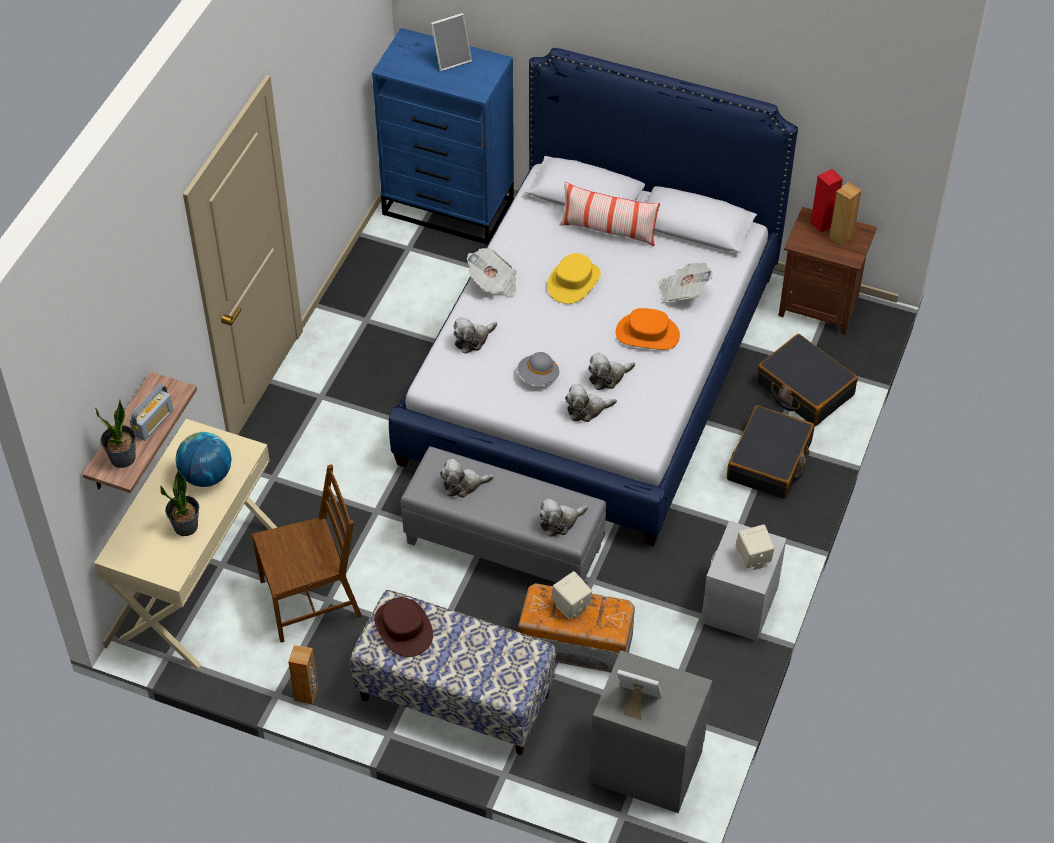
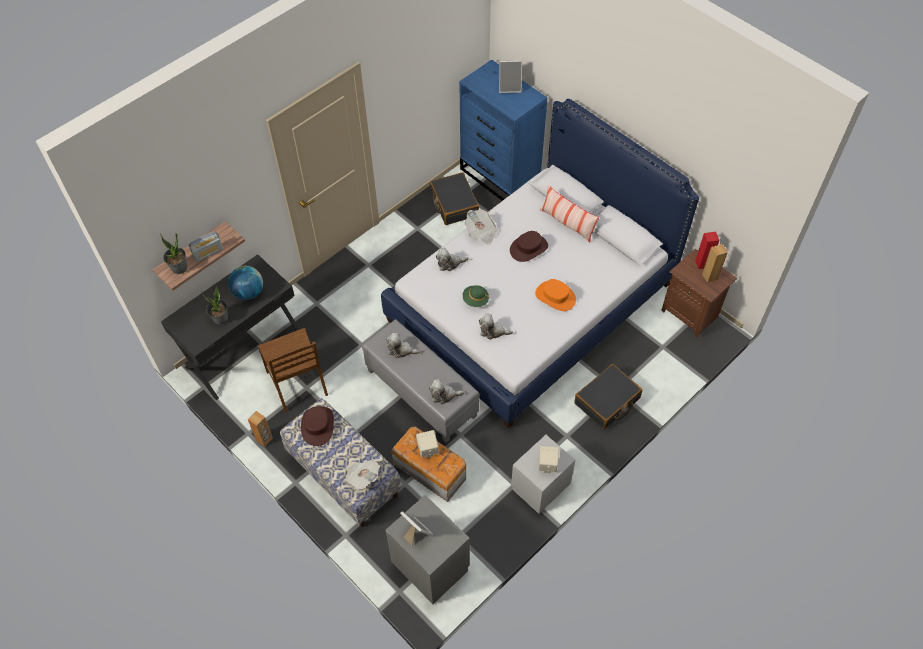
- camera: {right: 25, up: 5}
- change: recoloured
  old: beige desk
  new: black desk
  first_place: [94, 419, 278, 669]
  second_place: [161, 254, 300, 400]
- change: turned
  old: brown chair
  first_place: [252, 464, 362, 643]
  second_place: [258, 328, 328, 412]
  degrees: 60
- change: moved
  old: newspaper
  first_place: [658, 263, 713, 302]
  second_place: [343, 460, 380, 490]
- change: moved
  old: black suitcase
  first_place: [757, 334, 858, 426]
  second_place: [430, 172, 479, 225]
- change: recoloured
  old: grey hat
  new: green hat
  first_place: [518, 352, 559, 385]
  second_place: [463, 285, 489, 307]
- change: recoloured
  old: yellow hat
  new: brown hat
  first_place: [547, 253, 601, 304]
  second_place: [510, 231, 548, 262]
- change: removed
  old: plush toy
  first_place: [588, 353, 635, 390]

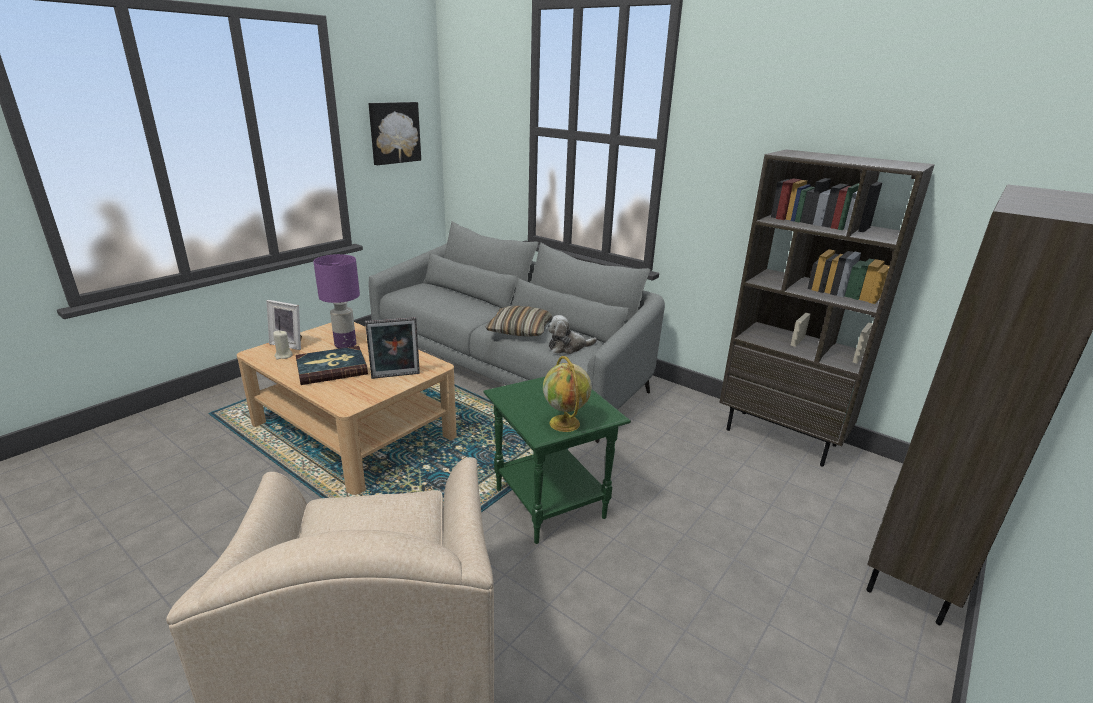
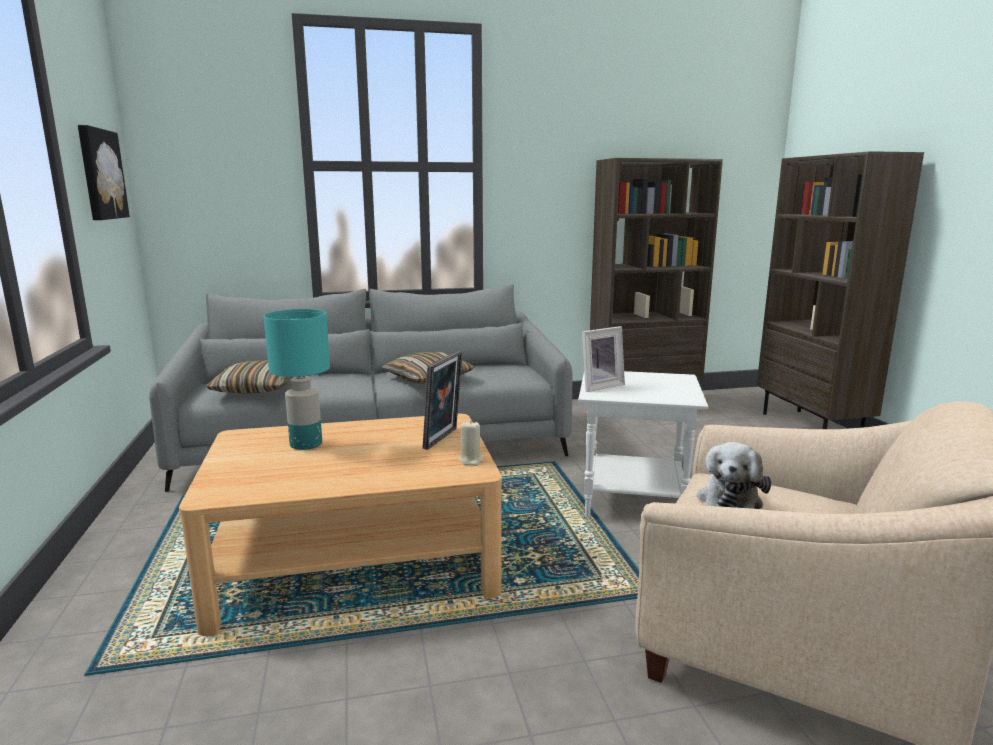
- camera: {right: -50, up: -10}
- change: added
  new: pillow
  second_place: [206, 360, 292, 393]
- change: recoloured
  old: purple table lamp
  new: turquoise table lamp
  first_place: [313, 254, 360, 349]
  second_place: [264, 309, 330, 450]
- change: moved
  old: beige candle
  first_place: [273, 330, 293, 359]
  second_place: [459, 420, 484, 466]
- change: recoloured
  old: green side table
  new: white side table
  first_place: [483, 377, 631, 544]
  second_place: [578, 371, 708, 517]
- change: moved
  old: picture frame
  first_place: [266, 300, 302, 350]
  second_place: [582, 326, 625, 392]
- change: moved
  old: plush toy
  first_place: [547, 315, 597, 354]
  second_place: [697, 442, 771, 509]
- change: removed
  old: book
  first_place: [296, 346, 368, 385]
- change: removed
  old: globe
  first_place: [543, 356, 592, 432]

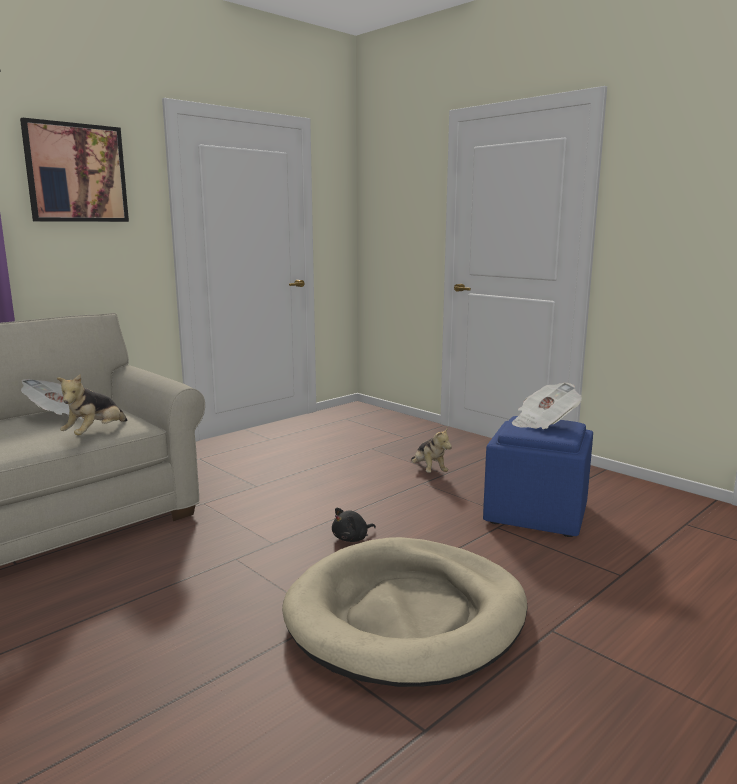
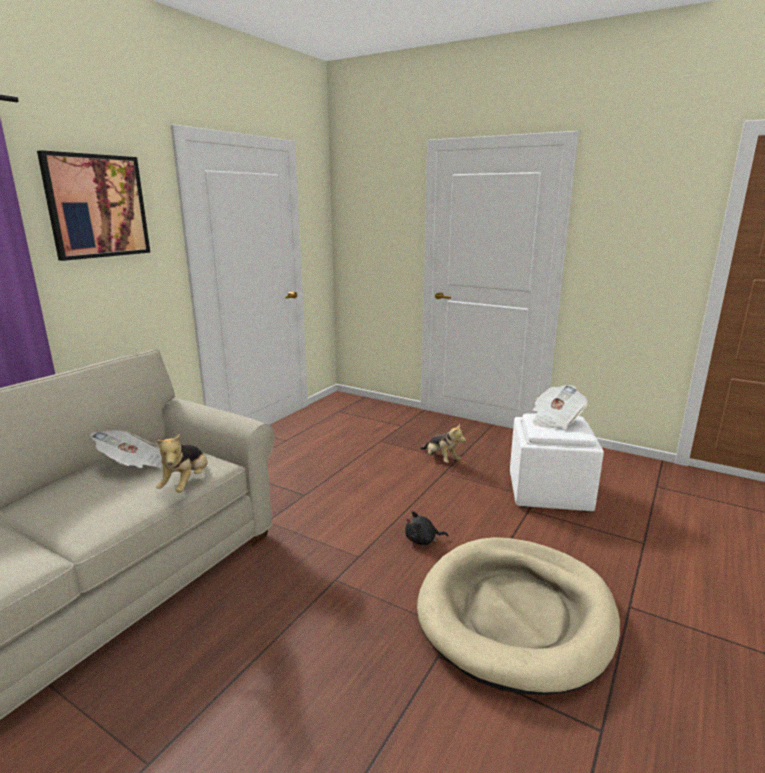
- camera: {right: -15, up: 5}
- change: turned
  old: black plush toy
  first_place: [332, 508, 376, 542]
  second_place: [405, 511, 448, 545]
  degrees: 45
- change: recoloured
  old: blue ottoman
  new: white ottoman
  first_place: [483, 416, 593, 537]
  second_place: [510, 413, 604, 512]

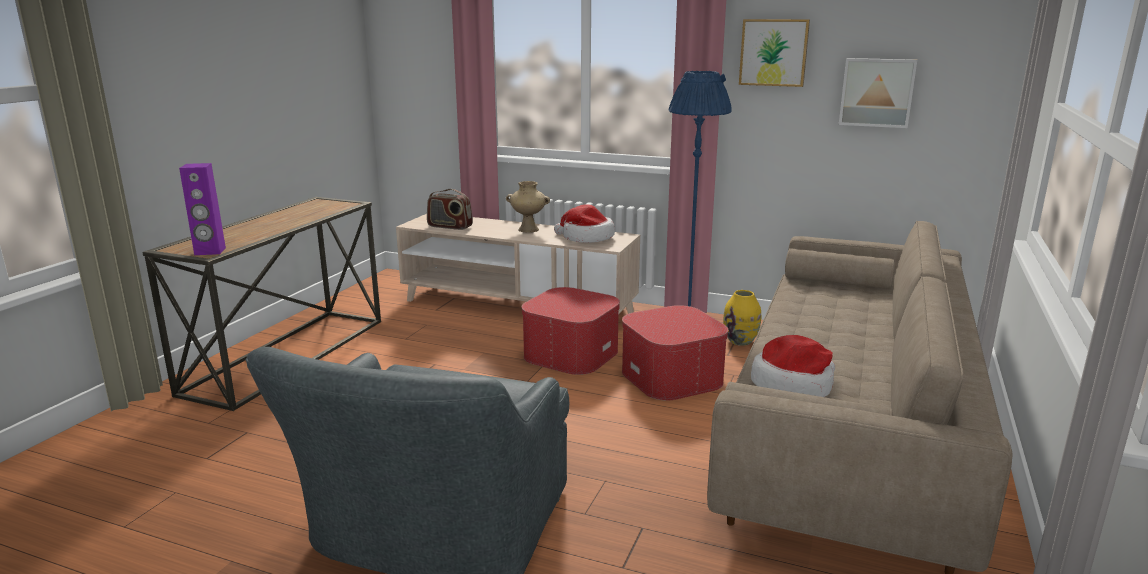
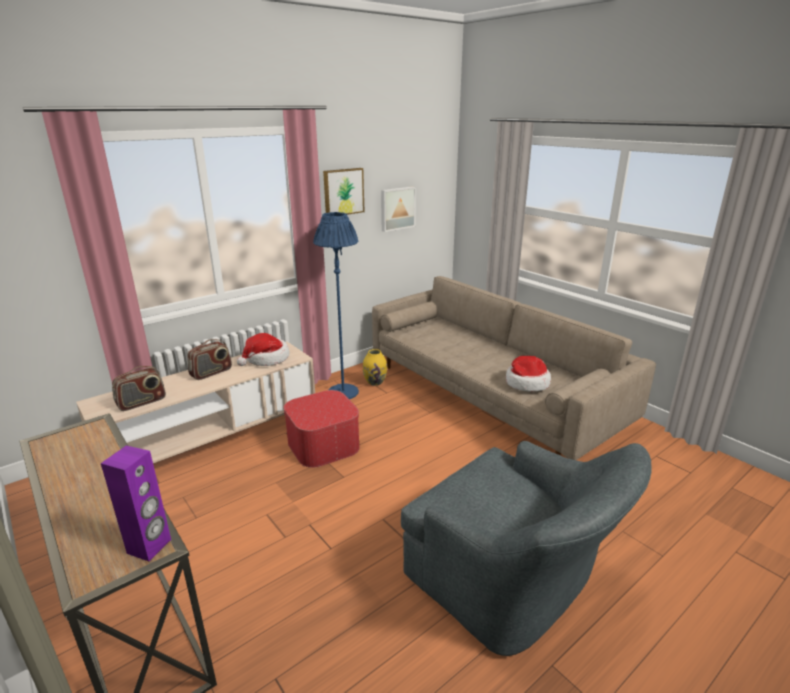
- camera: {right: -60, up: 5}
- change: replaced
  old: beige vase
  new: radio
  first_place: [506, 181, 550, 233]
  second_place: [187, 339, 232, 380]
- change: removed
  old: ottoman
  first_place: [622, 305, 728, 400]

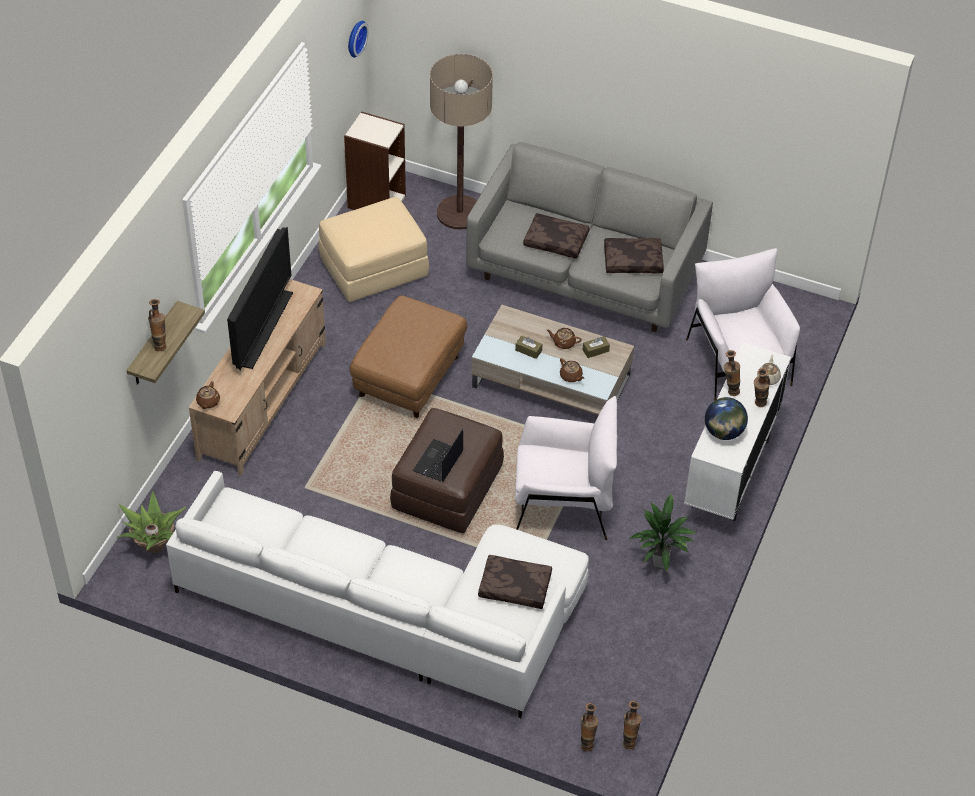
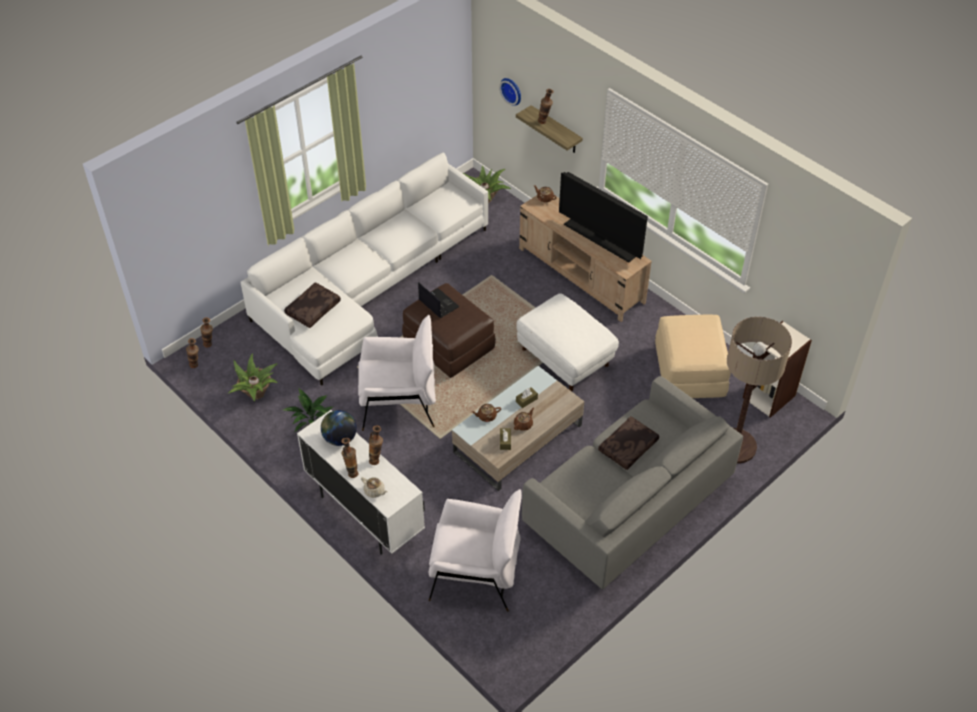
- camera: {right: 115, up: 0}
- change: added
  new: potted plant
  second_place: [228, 354, 278, 402]
- change: turned
  old: white armchair
  first_place: [515, 396, 618, 540]
  second_place: [358, 315, 436, 431]
  degrees: -120
- change: moved
  old: wall clock
  first_place: [348, 21, 369, 58]
  second_place: [499, 78, 521, 106]
- change: recoloured
  old: brown ottoman
  new: white ottoman
  first_place: [350, 295, 467, 418]
  second_place: [516, 293, 619, 391]
- change: removed
  old: brown pillow
  first_place: [604, 238, 664, 273]

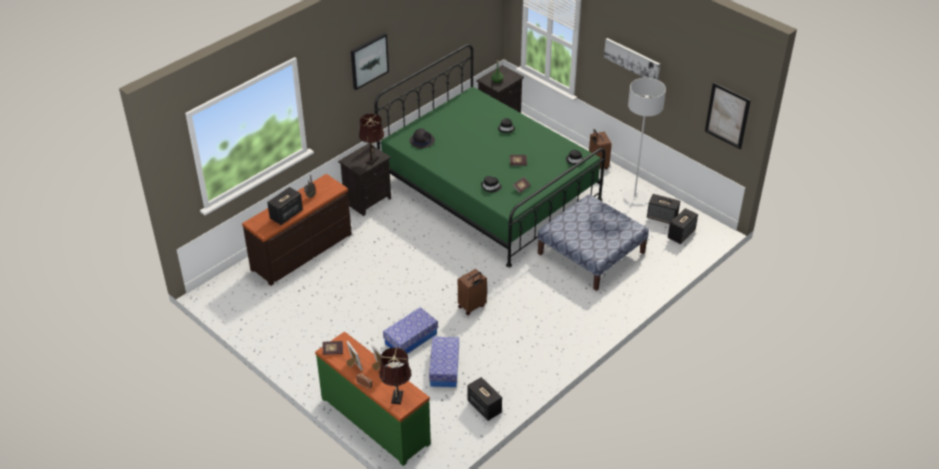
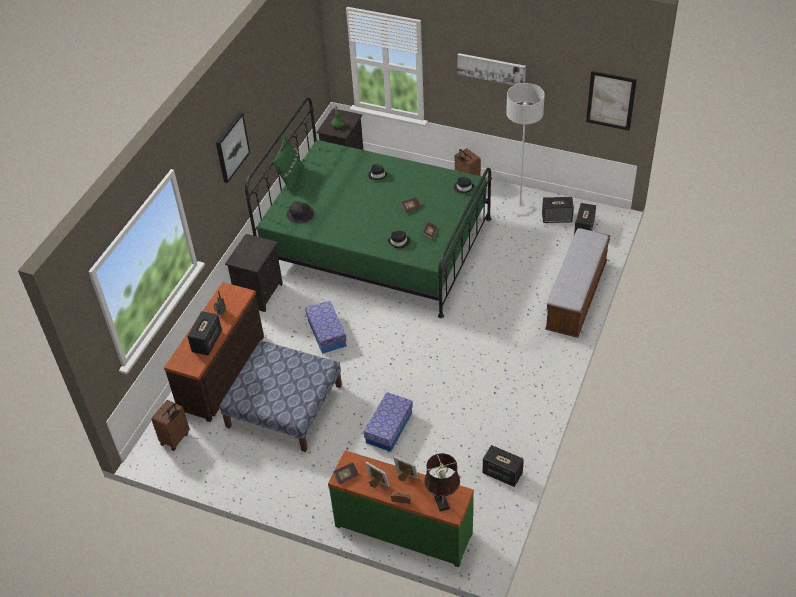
- camera: {right: -20, up: 5}
- change: moved
  old: brown suitcase
  first_place: [458, 269, 487, 315]
  second_place: [151, 400, 190, 451]
- change: moved
  old: ottoman
  first_place: [538, 194, 649, 291]
  second_place: [220, 340, 342, 452]
- change: added
  new: green pillow
  second_place: [273, 135, 304, 195]
- change: moved
  old: storage box
  first_place: [429, 337, 459, 387]
  second_place: [305, 301, 347, 354]
- change: added
  new: bench
  second_place: [545, 228, 610, 338]
- change: removed
  old: brown table lamp
  first_place: [359, 113, 384, 165]

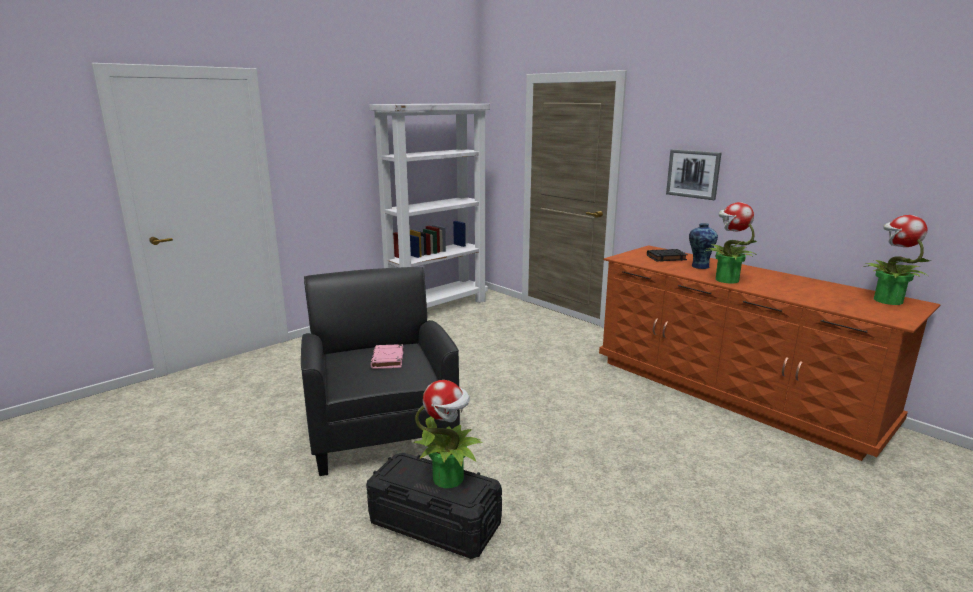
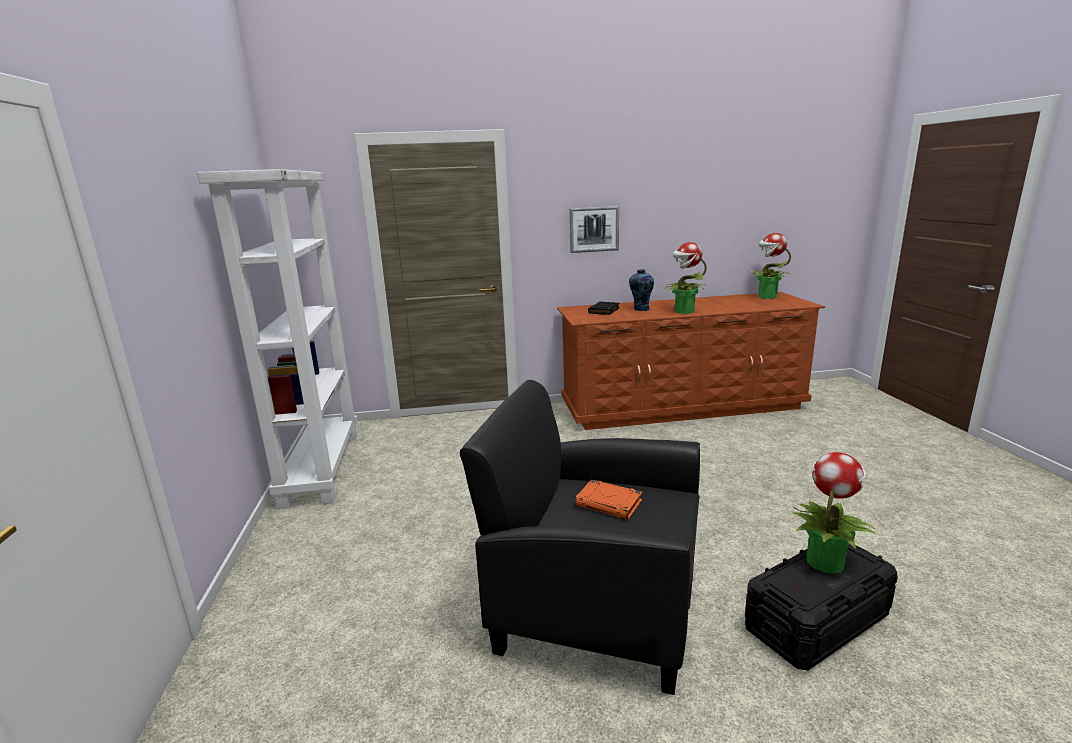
- camera: {right: -55, up: 0}
- change: recoloured
  old: pink book
  new: orange book
  first_place: [371, 344, 403, 369]
  second_place: [575, 480, 642, 520]

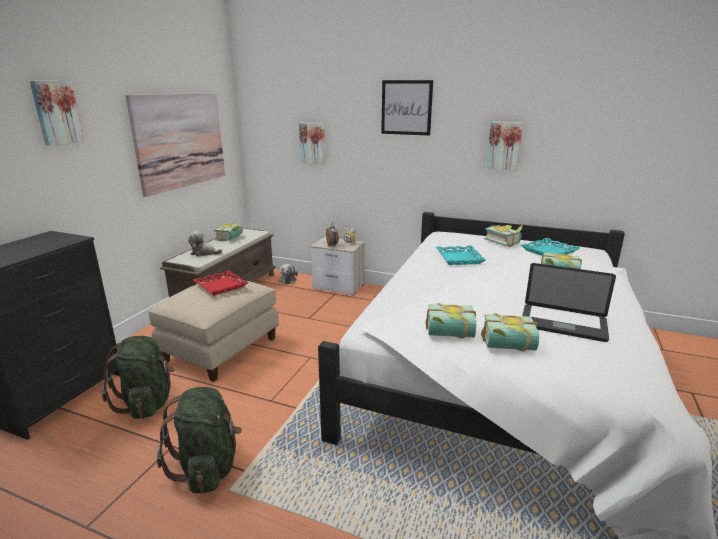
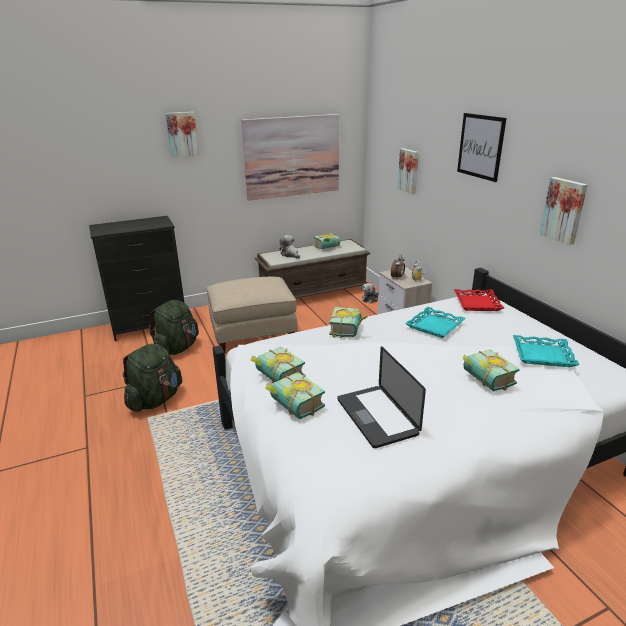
- camera: {right: 45, up: 5}
- change: moved
  old: book
  first_place: [484, 225, 523, 247]
  second_place: [329, 306, 367, 338]
- change: moved
  old: red tray
  first_place: [193, 270, 249, 296]
  second_place: [454, 289, 504, 311]

